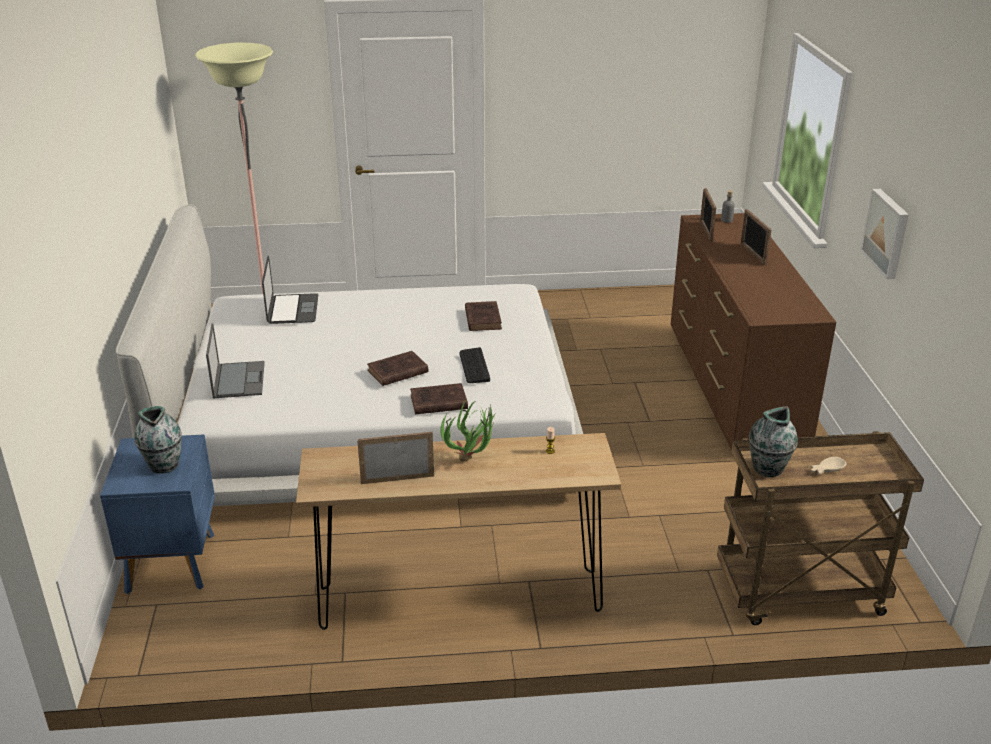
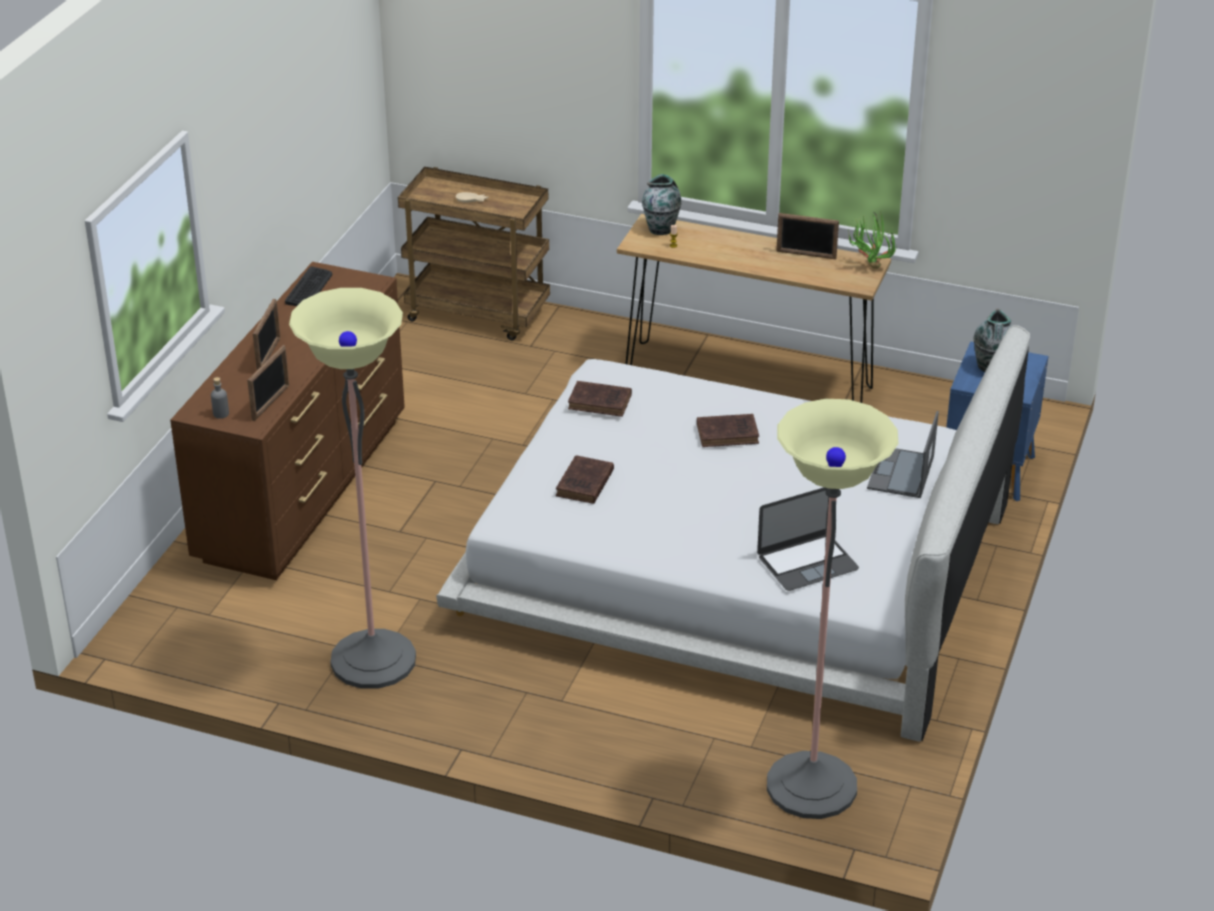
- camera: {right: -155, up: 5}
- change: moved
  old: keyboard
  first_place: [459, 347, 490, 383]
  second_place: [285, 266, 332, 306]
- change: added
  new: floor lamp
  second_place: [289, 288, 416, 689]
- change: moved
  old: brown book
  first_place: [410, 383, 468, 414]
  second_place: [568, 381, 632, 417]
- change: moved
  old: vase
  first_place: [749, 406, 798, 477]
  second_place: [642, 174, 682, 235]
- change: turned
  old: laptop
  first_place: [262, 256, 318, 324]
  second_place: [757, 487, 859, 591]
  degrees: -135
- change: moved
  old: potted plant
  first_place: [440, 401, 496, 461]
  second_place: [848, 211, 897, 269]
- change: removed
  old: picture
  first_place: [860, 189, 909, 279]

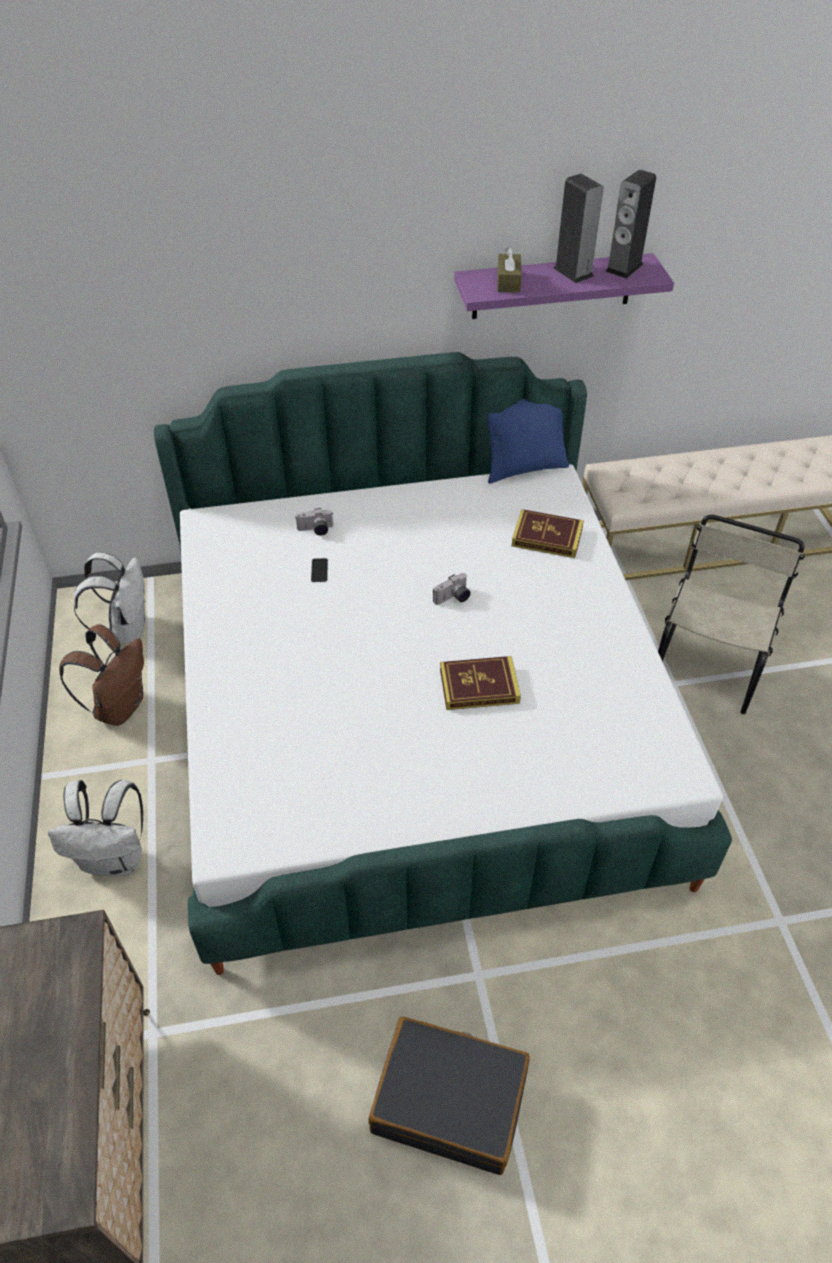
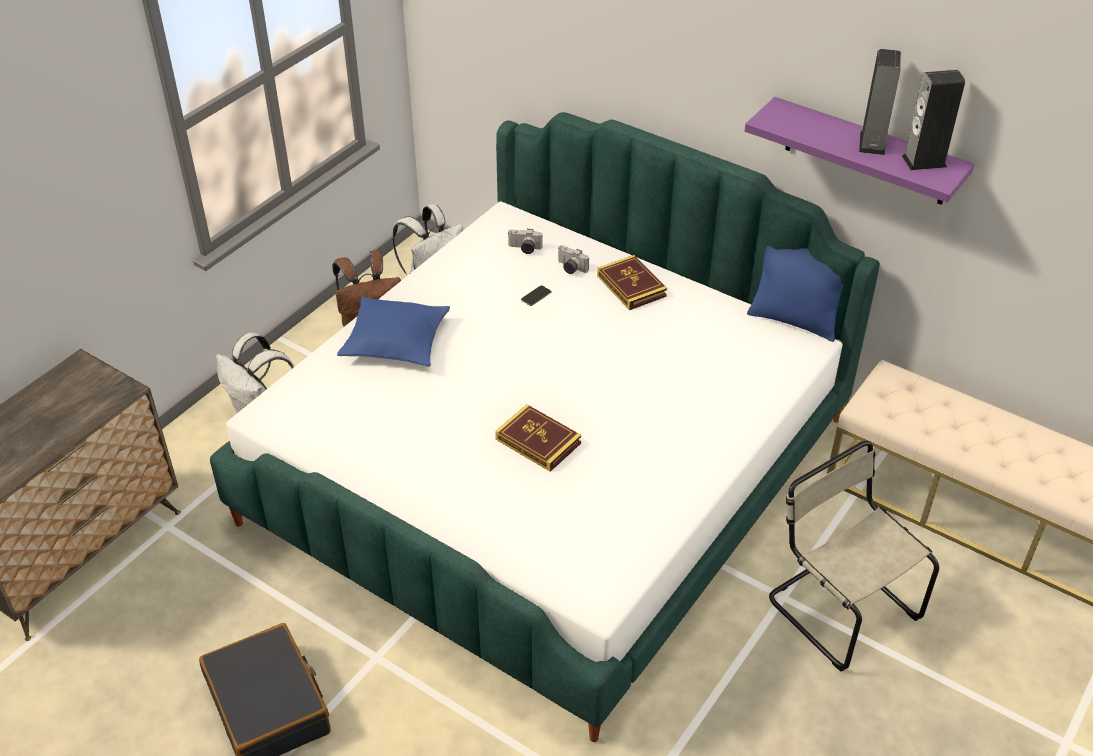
- camera: {right: 45, up: -5}
- change: added
  new: blue pillow
  second_place: [337, 297, 450, 367]
- change: moved
  old: photo camera
  first_place: [433, 573, 471, 605]
  second_place: [508, 229, 542, 254]
- change: moved
  old: book
  first_place: [512, 509, 584, 558]
  second_place: [597, 255, 667, 310]
- change: turned
  old: beige chair
  first_place: [658, 515, 805, 714]
  second_place: [769, 441, 939, 671]
  degrees: -105
- change: removed
  old: brown tissue box
  first_place: [497, 247, 522, 292]

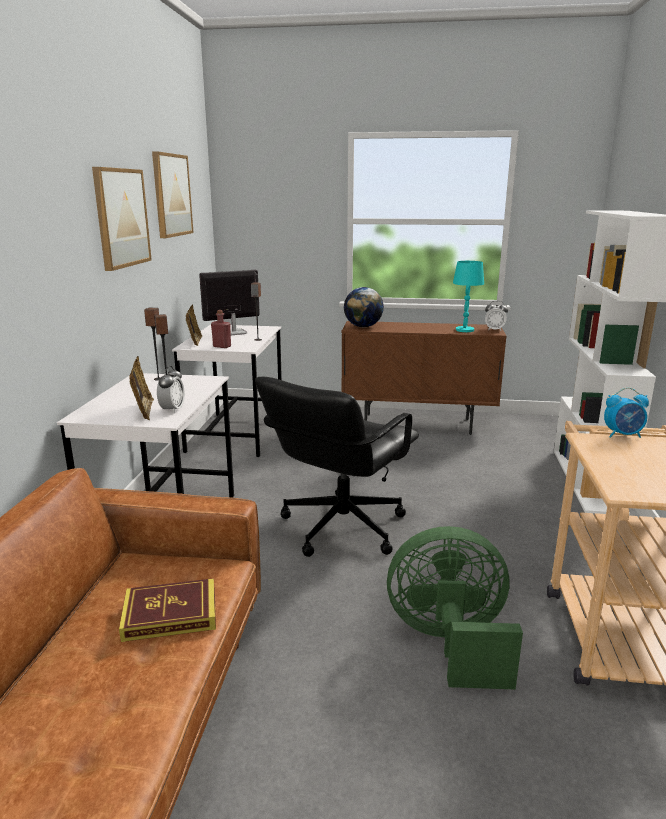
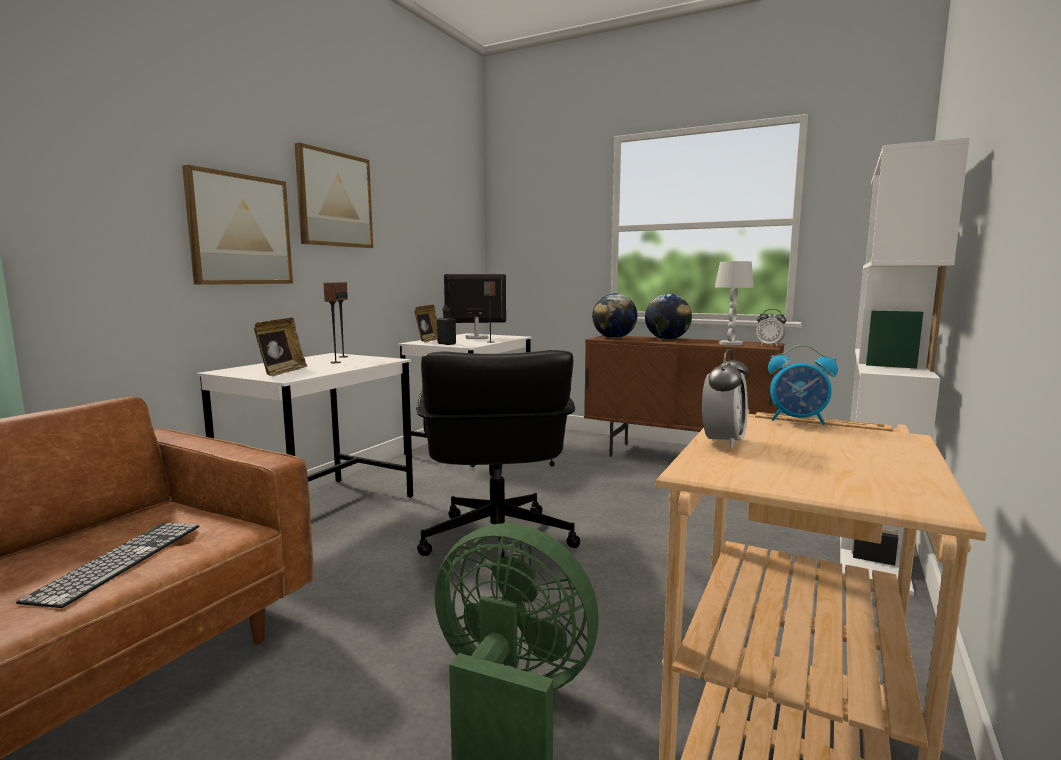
- camera: {right: 20, up: -10}
- change: replaced
  old: book
  new: keyboard
  first_place: [119, 578, 216, 642]
  second_place: [16, 523, 199, 608]
- change: moved
  old: picture
  first_place: [152, 151, 194, 238]
  second_place: [182, 165, 293, 285]
- change: turned
  old: black office chair
  first_place: [255, 377, 419, 557]
  second_place: [416, 350, 580, 558]
  degrees: -60
- change: recoloured
  old: red bottle
  new: black bottle
  first_place: [211, 310, 231, 348]
  second_place: [437, 305, 456, 345]
- change: added
  new: globe
  second_place: [645, 294, 692, 340]
- change: moved
  old: alarm clock
  first_place: [157, 366, 185, 413]
  second_place: [702, 349, 749, 449]
- change: recoloured
  old: turquoise table lamp
  new: white table lamp
  first_place: [453, 261, 484, 332]
  second_place: [715, 261, 754, 346]

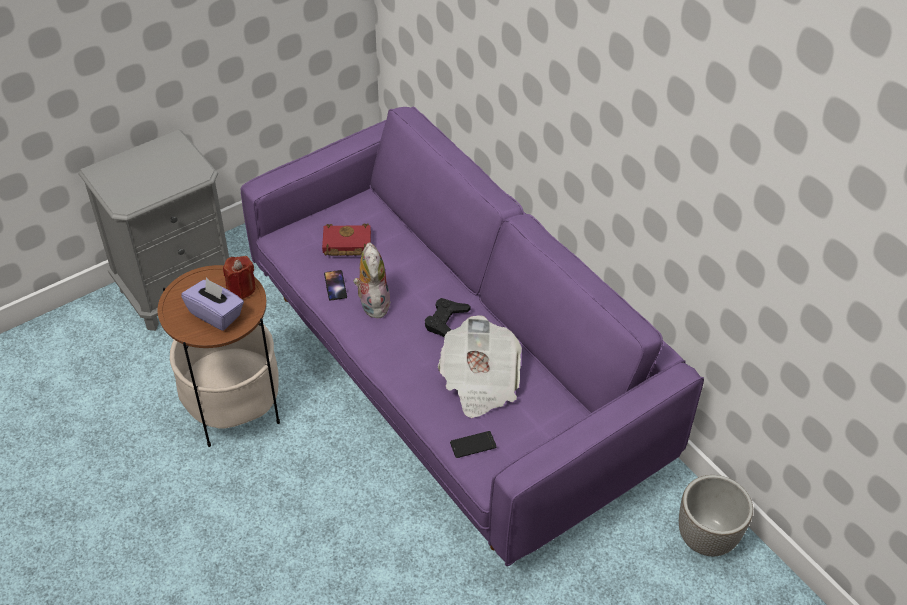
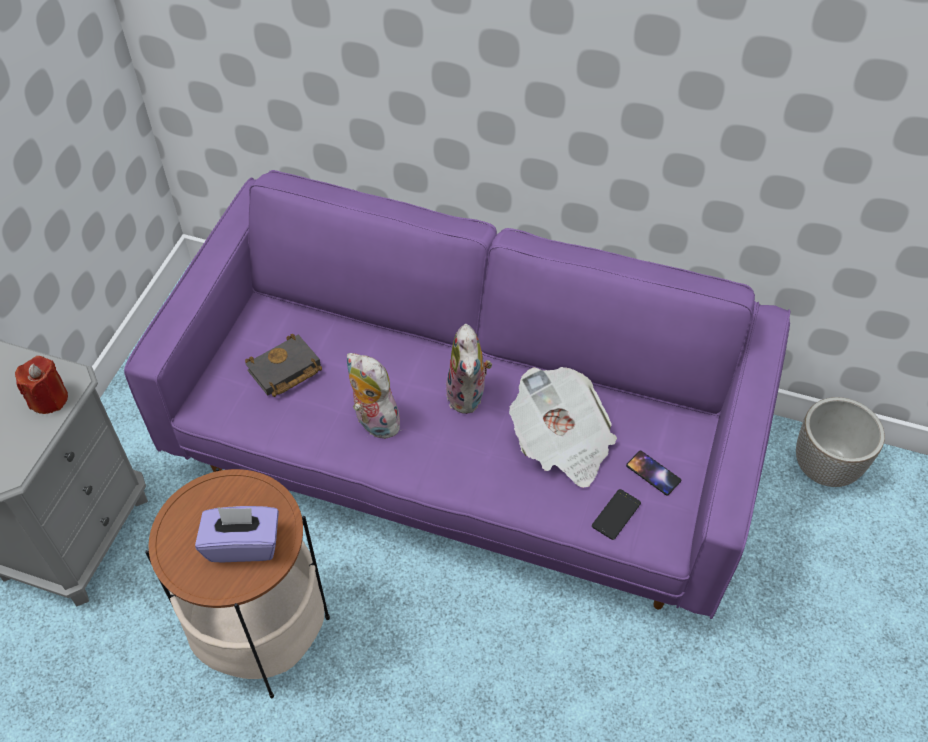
- camera: {right: -35, up: 5}
- change: moved
  old: red candle
  first_place: [223, 256, 255, 299]
  second_place: [15, 356, 68, 414]
- change: recoloured
  old: red book
  new: black book
  first_place: [322, 224, 371, 256]
  second_place: [245, 334, 322, 397]
- change: replaced
  old: black game controller
  new: plush toy
  first_place: [425, 298, 471, 337]
  second_place: [446, 324, 492, 414]
- change: moved
  old: phone
  first_place: [324, 270, 347, 301]
  second_place: [626, 451, 681, 496]

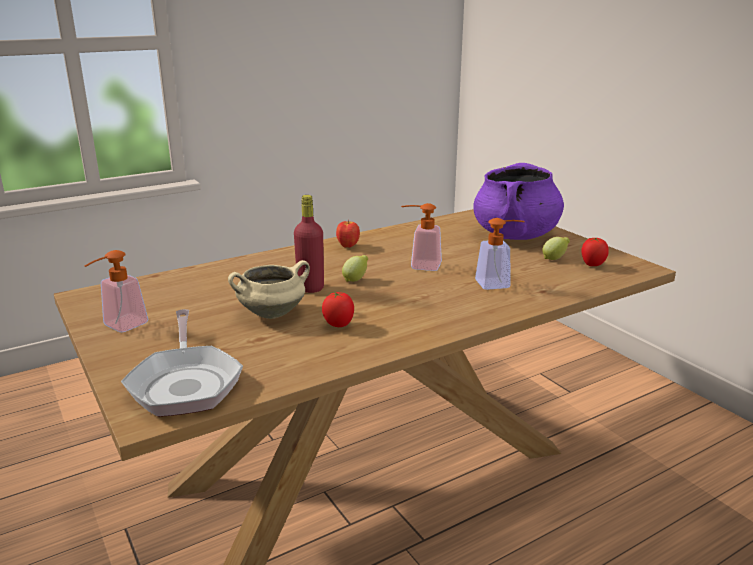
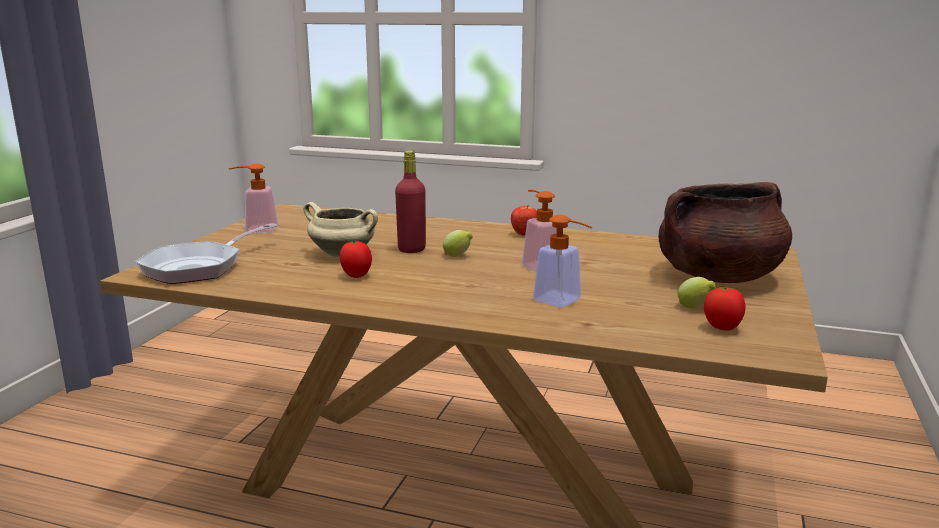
- camera: {right: 50, up: -5}
- change: recoloured
  old: purple cooking pot
  new: brown cooking pot
  first_place: [473, 163, 564, 240]
  second_place: [659, 182, 792, 283]

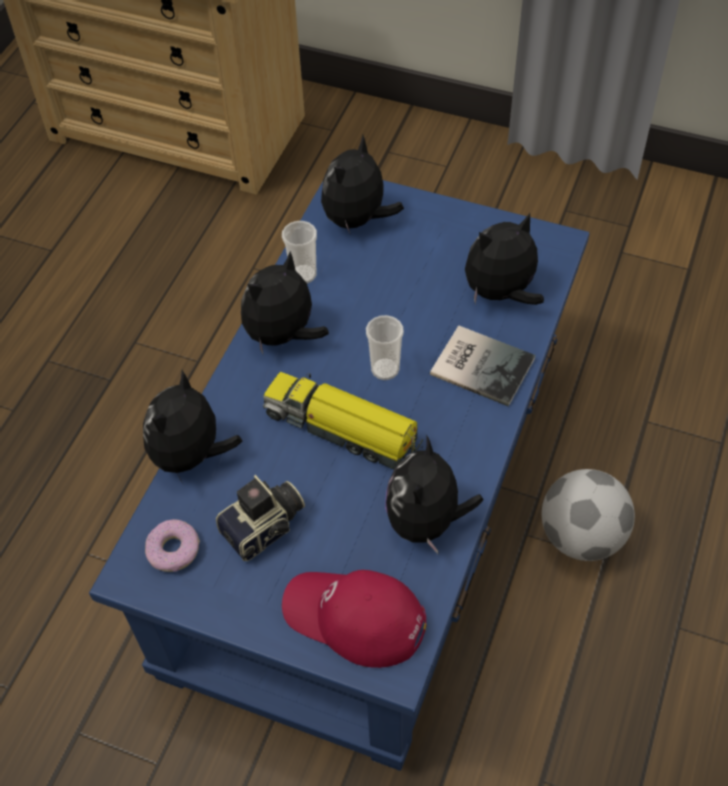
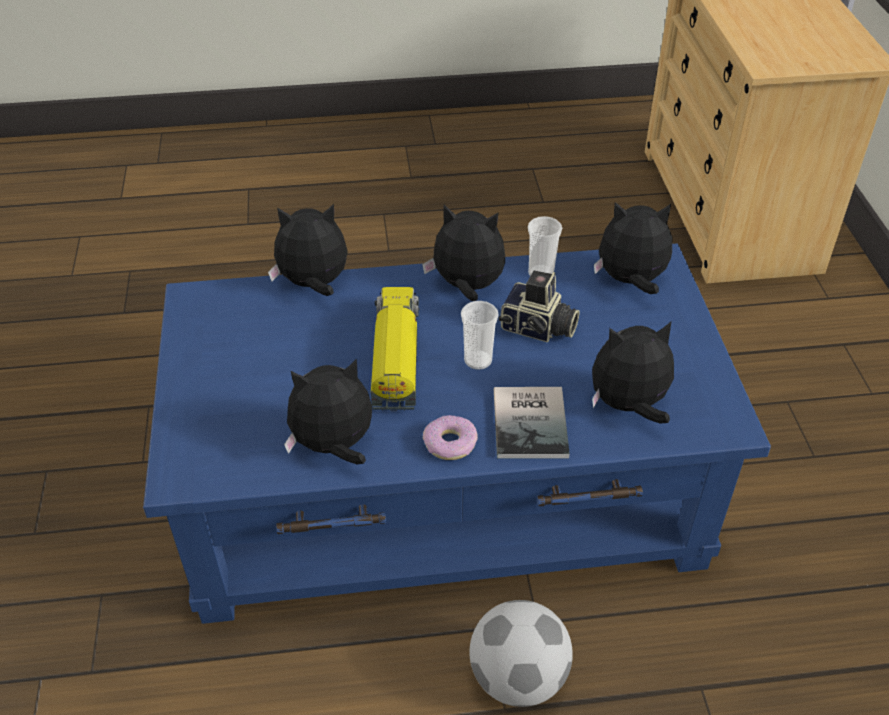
- camera: {right: 60, up: -10}
- change: moved
  old: donut
  first_place: [145, 519, 200, 572]
  second_place: [423, 415, 478, 460]
- change: moved
  old: photo camera
  first_place: [216, 475, 305, 561]
  second_place: [499, 271, 580, 342]
- change: turned
  old: plush toy
  first_place: [465, 213, 544, 305]
  second_place: [592, 322, 674, 424]
  degrees: -45
- change: removed
  old: red cap
  first_place: [282, 570, 426, 668]

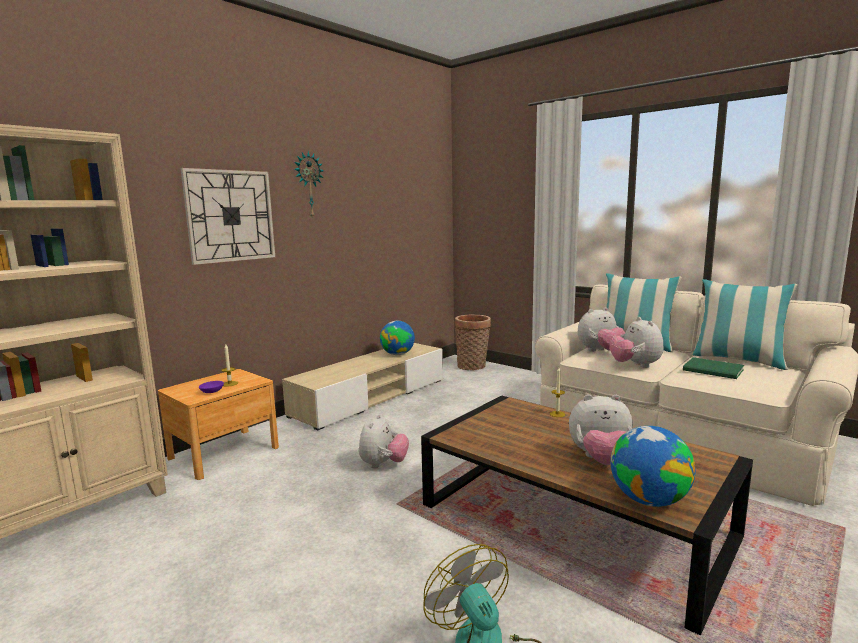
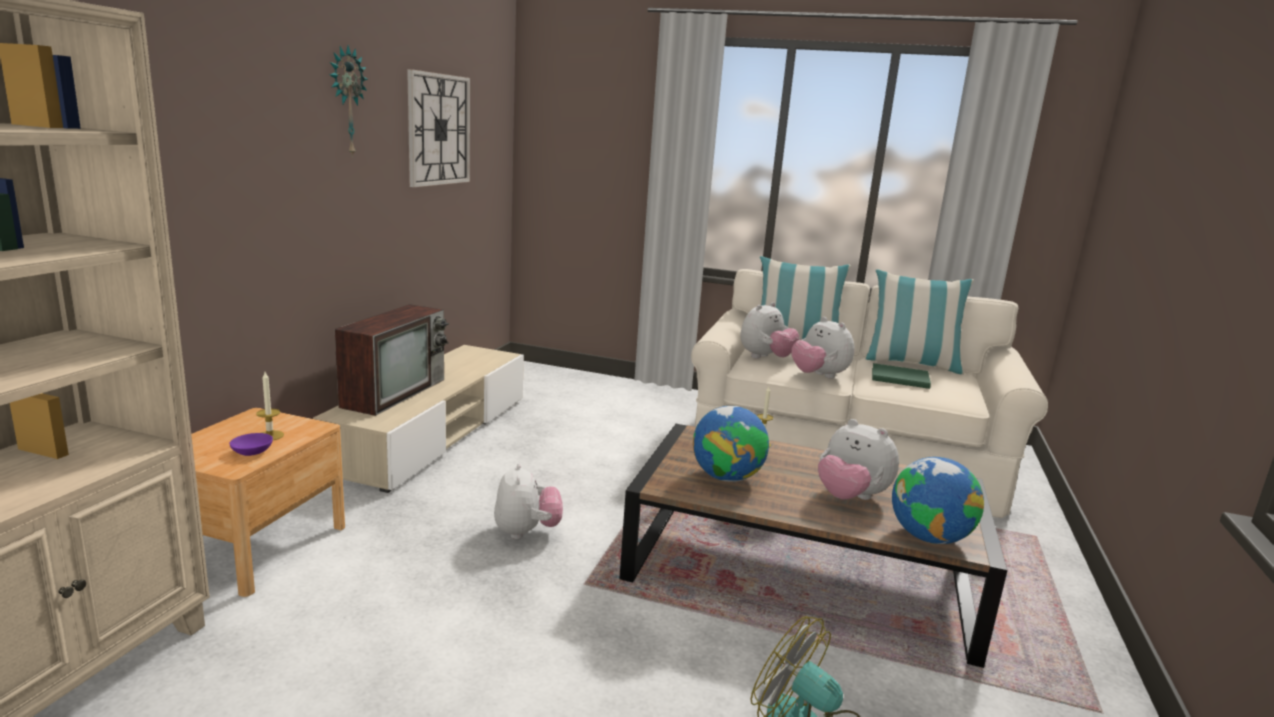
- camera: {right: -25, up: 5}
- change: added
  new: television
  second_place: [335, 304, 449, 416]
- change: moved
  old: wall clock
  first_place: [180, 168, 275, 265]
  second_place: [407, 69, 470, 187]
- change: moved
  old: globe
  first_place: [380, 321, 415, 355]
  second_place: [693, 406, 769, 482]
- change: turned
  old: plush toy
  first_place: [569, 394, 633, 465]
  second_place: [818, 419, 899, 500]
  degrees: 60
- change: removed
  old: basket
  first_place: [455, 315, 491, 370]

